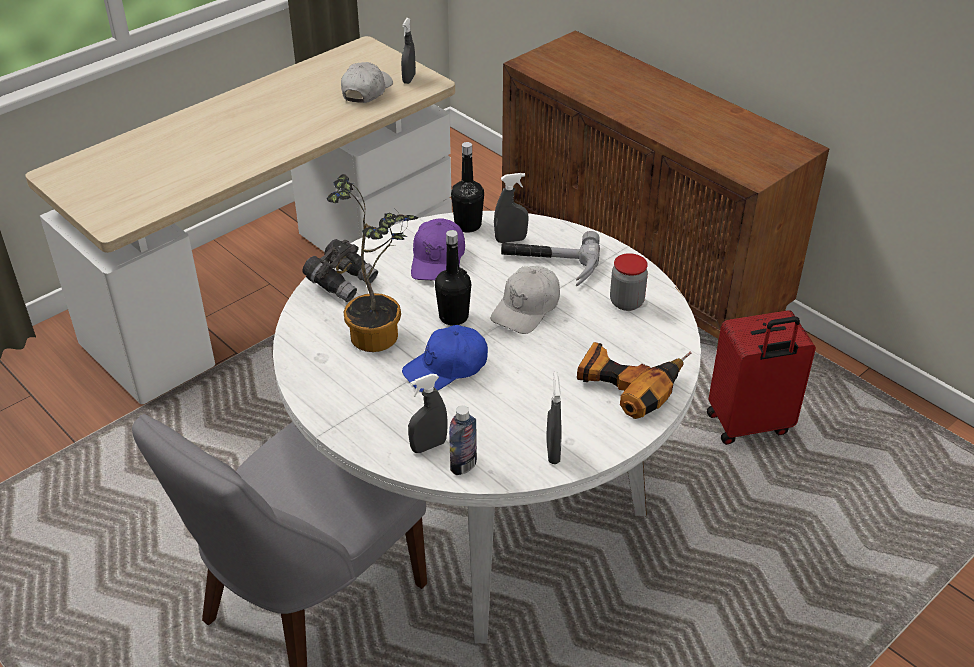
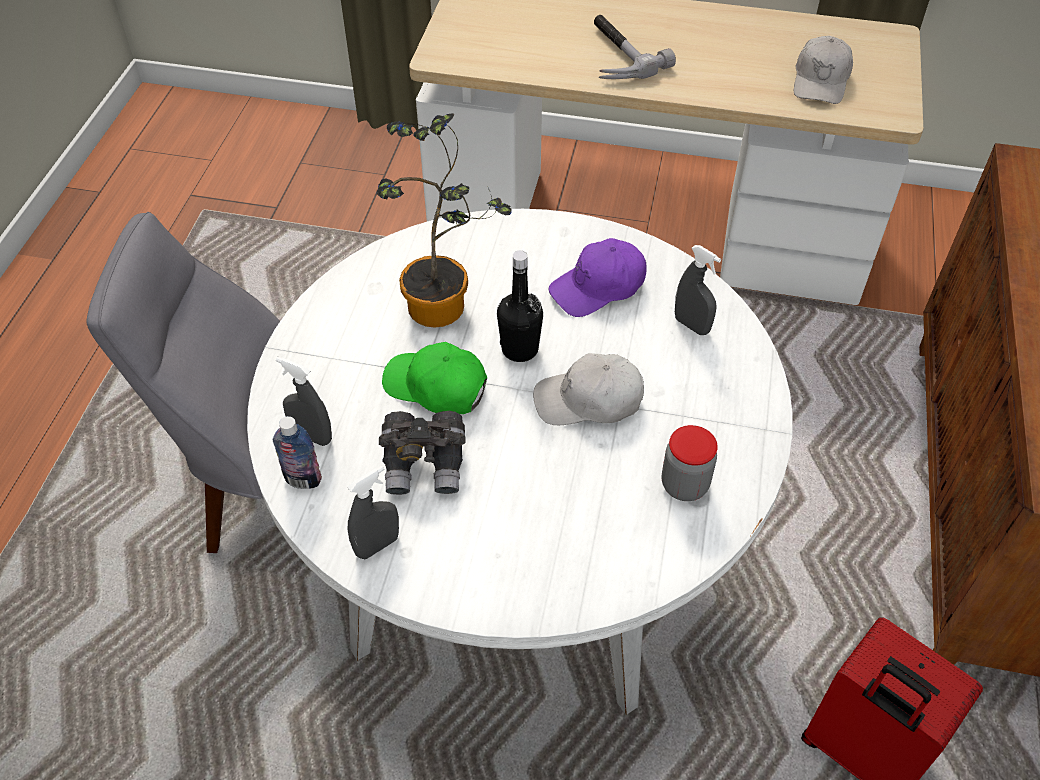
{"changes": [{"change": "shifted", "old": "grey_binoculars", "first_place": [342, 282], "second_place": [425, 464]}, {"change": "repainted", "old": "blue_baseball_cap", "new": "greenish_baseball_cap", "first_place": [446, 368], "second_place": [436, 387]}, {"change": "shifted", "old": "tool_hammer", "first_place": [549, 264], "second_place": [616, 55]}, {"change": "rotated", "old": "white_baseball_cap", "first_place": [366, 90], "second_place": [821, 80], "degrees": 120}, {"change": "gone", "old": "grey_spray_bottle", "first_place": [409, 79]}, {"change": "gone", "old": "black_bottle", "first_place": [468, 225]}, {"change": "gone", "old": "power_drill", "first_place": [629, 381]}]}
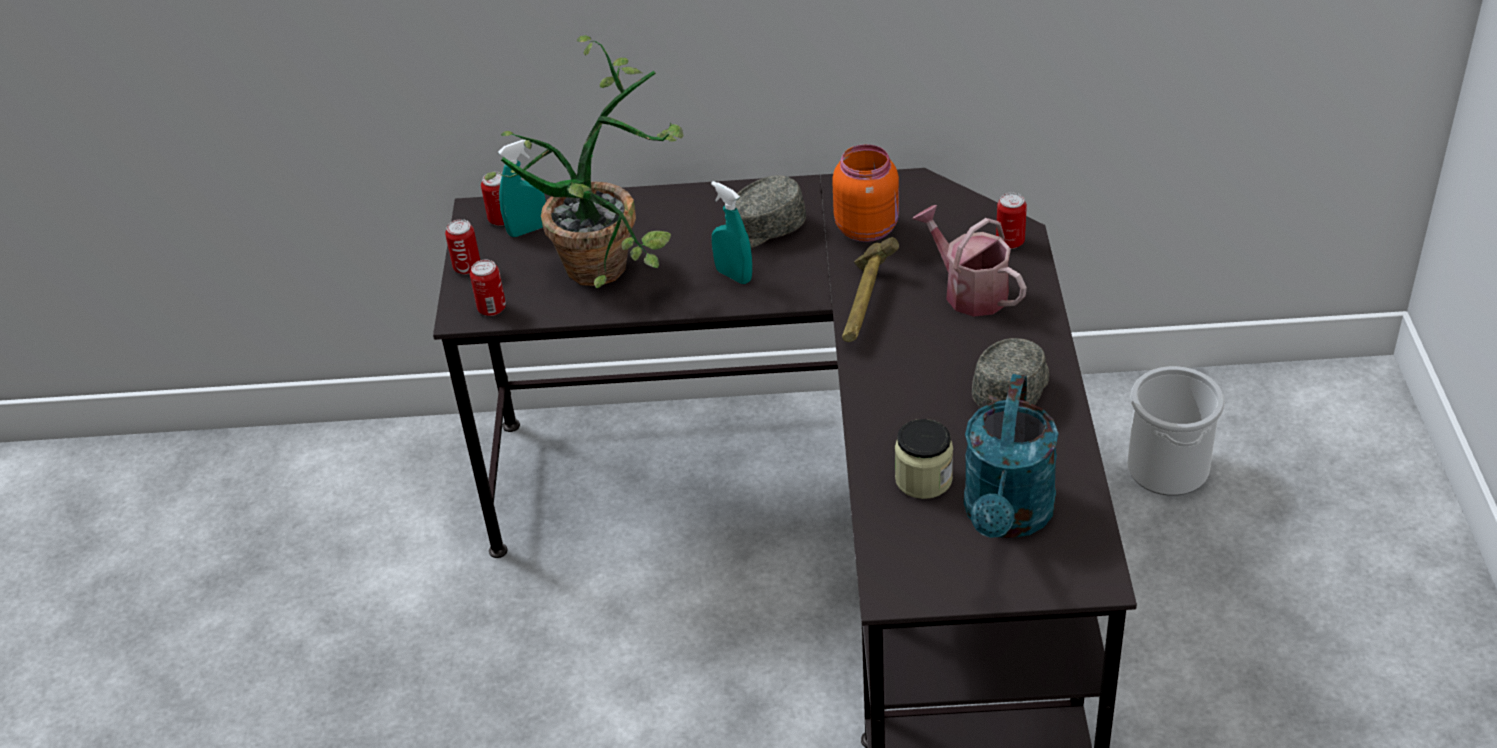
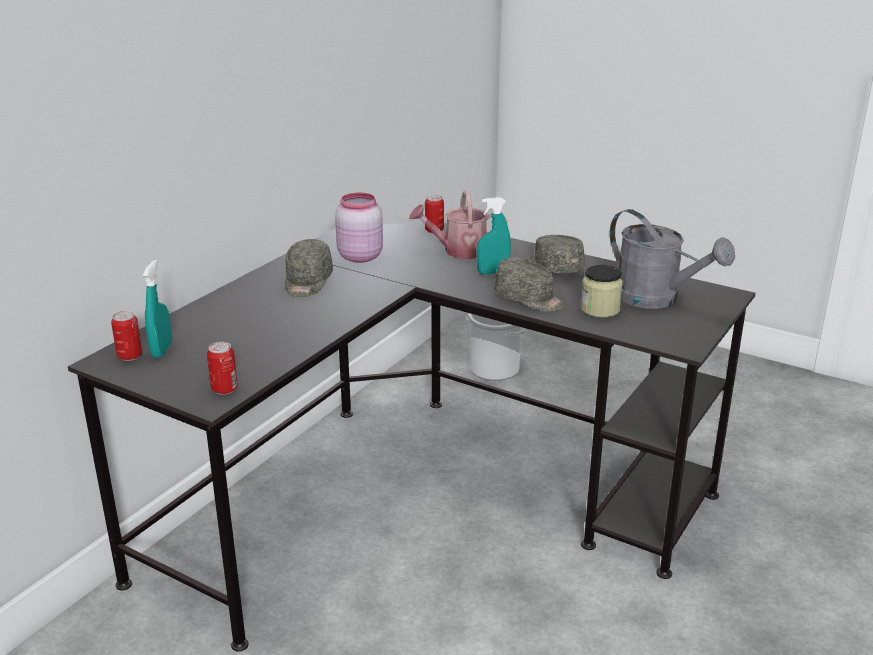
{"changes": [{"change": "repainted", "old": "orange_jar", "new": "pink-coloured_jar", "first_place": [867, 227], "second_place": [359, 256]}, {"change": "shifted", "old": "turquoise-coloured_spray_bottle", "first_place": [733, 275], "second_place": [492, 272]}, {"change": "new", "new": "grey_baseball_cap", "second_place": [529, 299]}, {"change": "repainted", "old": "turquoise-coloured_sprinkling_can", "new": "grey_sprinkling_can", "first_place": [1007, 518], "second_place": [657, 299]}, {"change": "gone", "old": "can", "first_place": [467, 267]}, {"change": "gone", "old": "plant_in_a_pot", "first_place": [614, 266]}, {"change": "gone", "old": "tool_hammer", "first_place": [864, 307]}]}
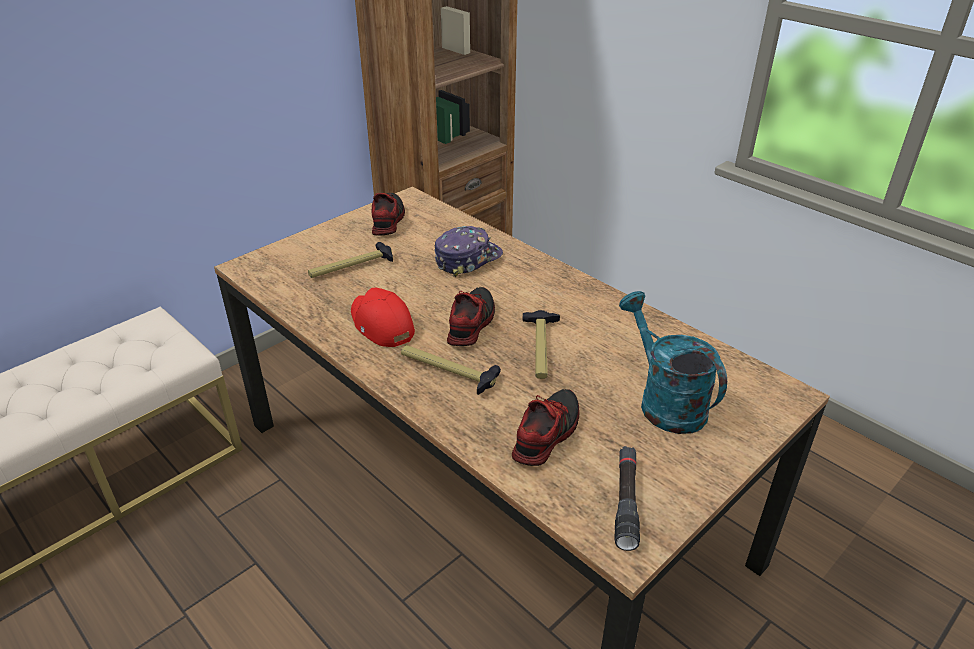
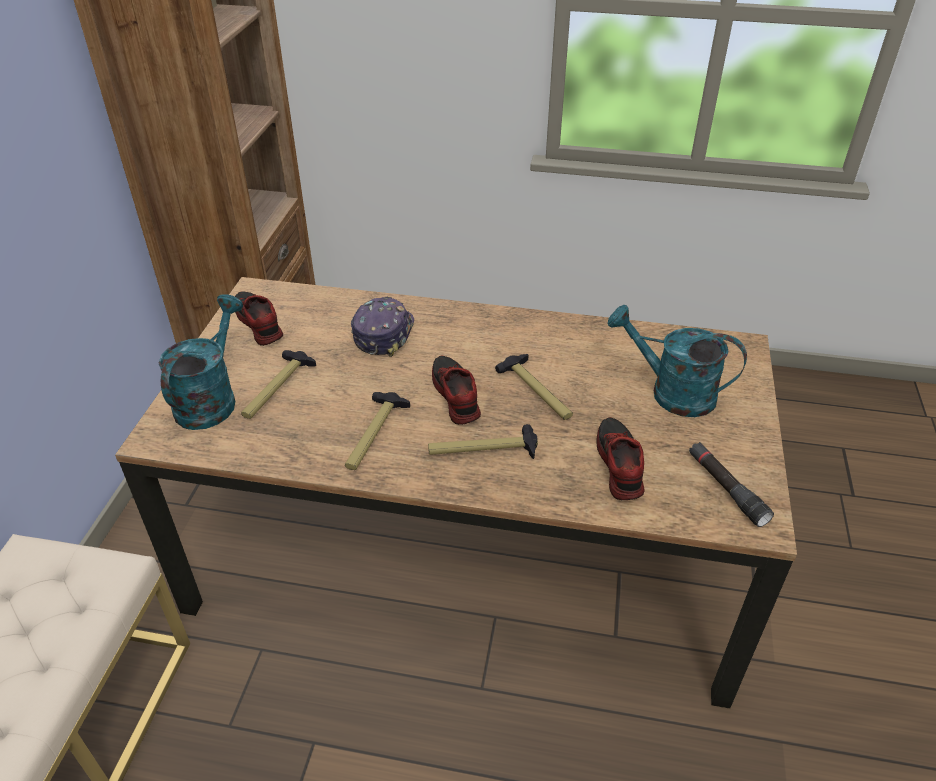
{"changes": [{"change": "new", "new": "turquoise-coloured_sprinkling_can", "second_place": [210, 398]}, {"change": "swapped", "old": "red-coloured_baseball_cap", "new": "tool_hammer", "first_place": [381, 325], "second_place": [374, 435]}]}
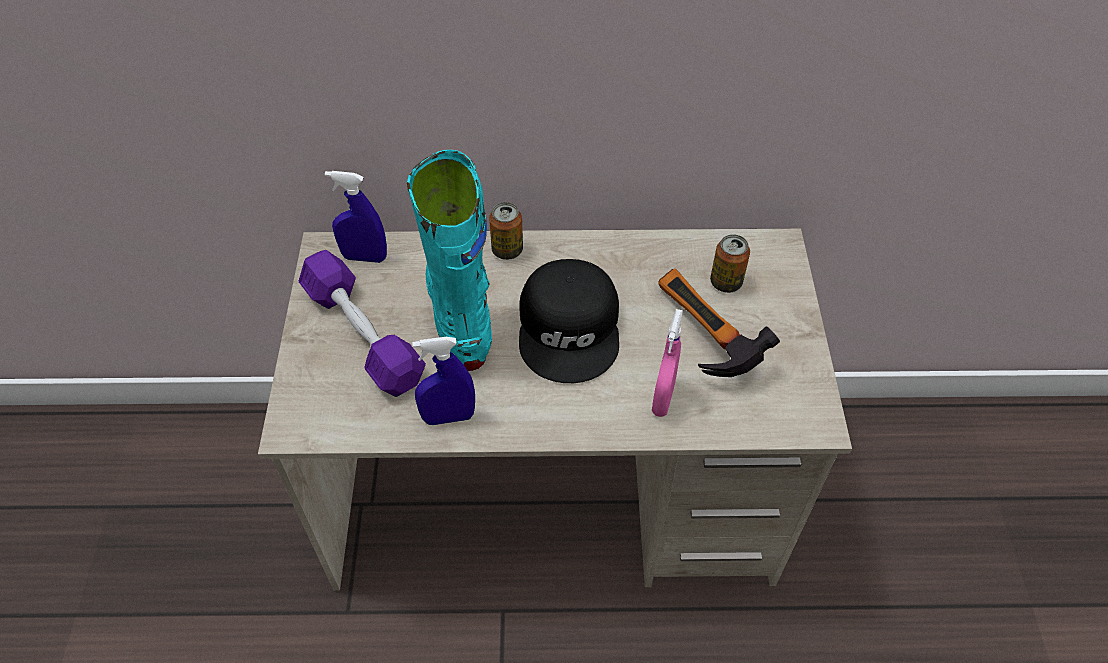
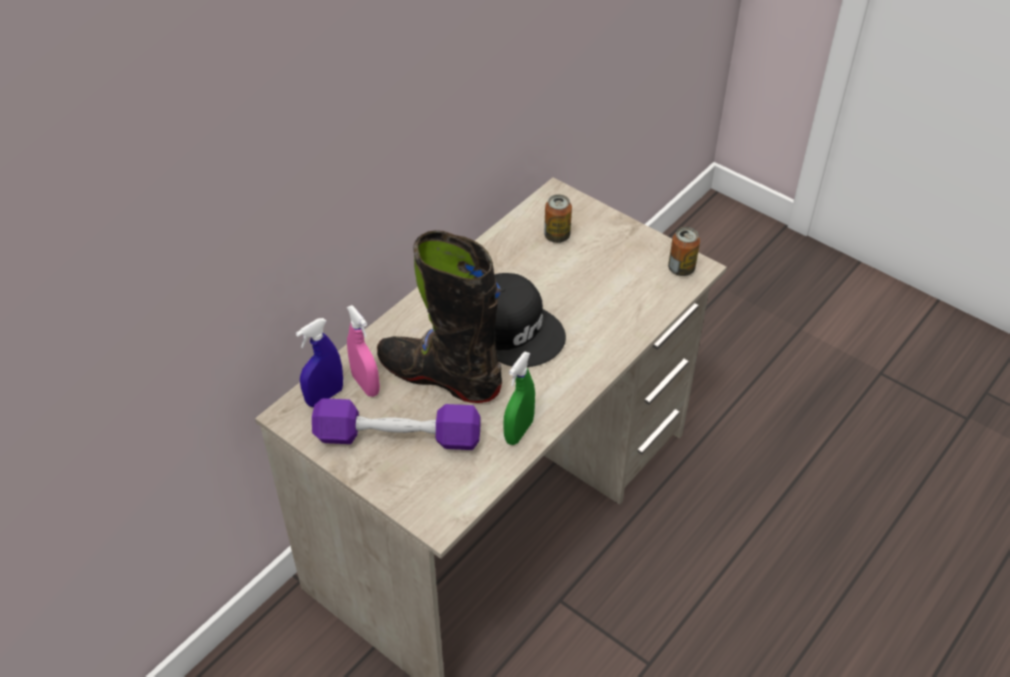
{"changes": [{"change": "shifted", "old": "pink-coloured_spray_bottle", "first_place": [663, 398], "second_place": [366, 384]}, {"change": "repainted", "old": "turquoise-coloured_high-top_boot", "new": "black_high-top_boot", "first_place": [460, 316], "second_place": [440, 376]}, {"change": "repainted", "old": "blue_spray_bottle", "new": "greenish_spray_bottle", "first_place": [448, 417], "second_place": [519, 431]}, {"change": "shifted", "old": "can", "first_place": [507, 250], "second_place": [681, 269]}, {"change": "gone", "old": "tool_hammer", "first_place": [698, 338]}]}
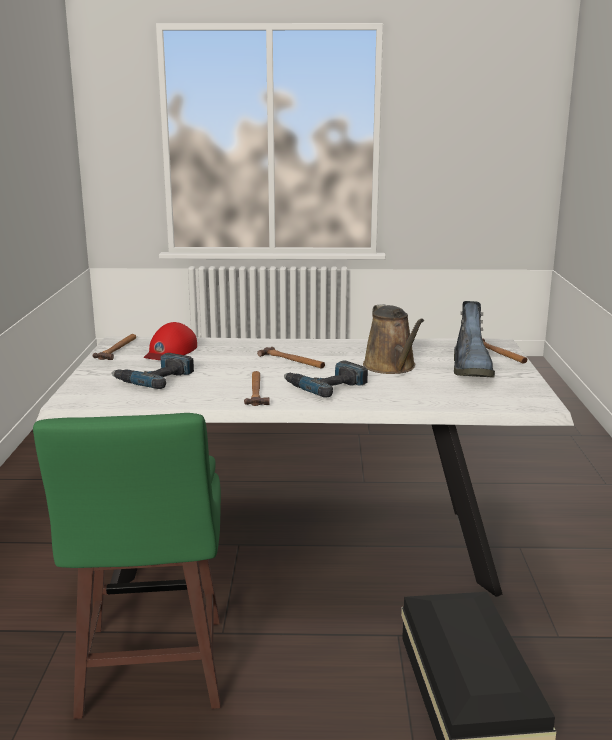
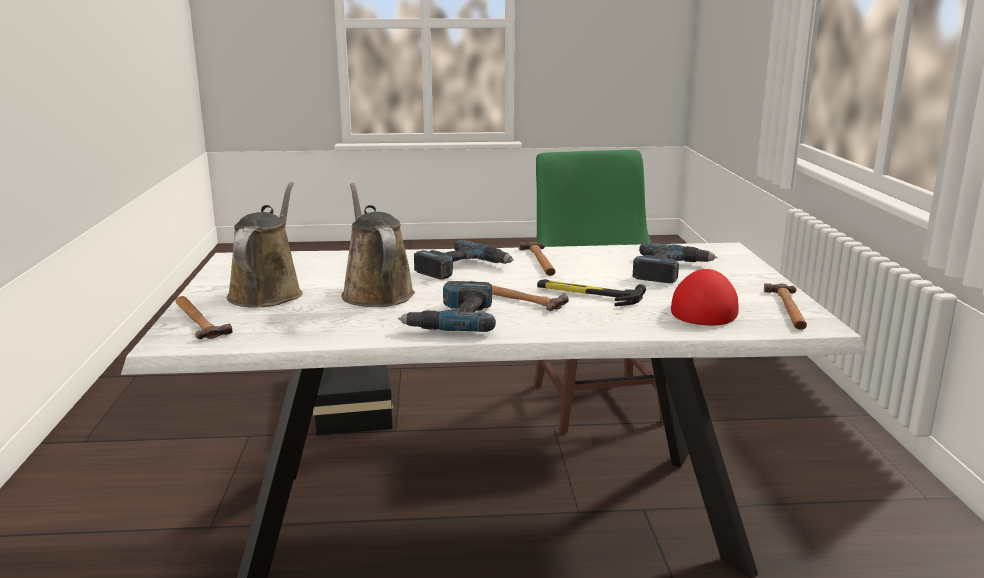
{"changes": [{"change": "swapped", "old": "high-top_boot", "new": "brown-coloured_sprinkling_can", "first_place": [472, 369], "second_place": [268, 292]}, {"change": "new", "new": "power_drill", "second_place": [453, 318]}, {"change": "new", "new": "tool_hammer", "second_place": [588, 294]}]}
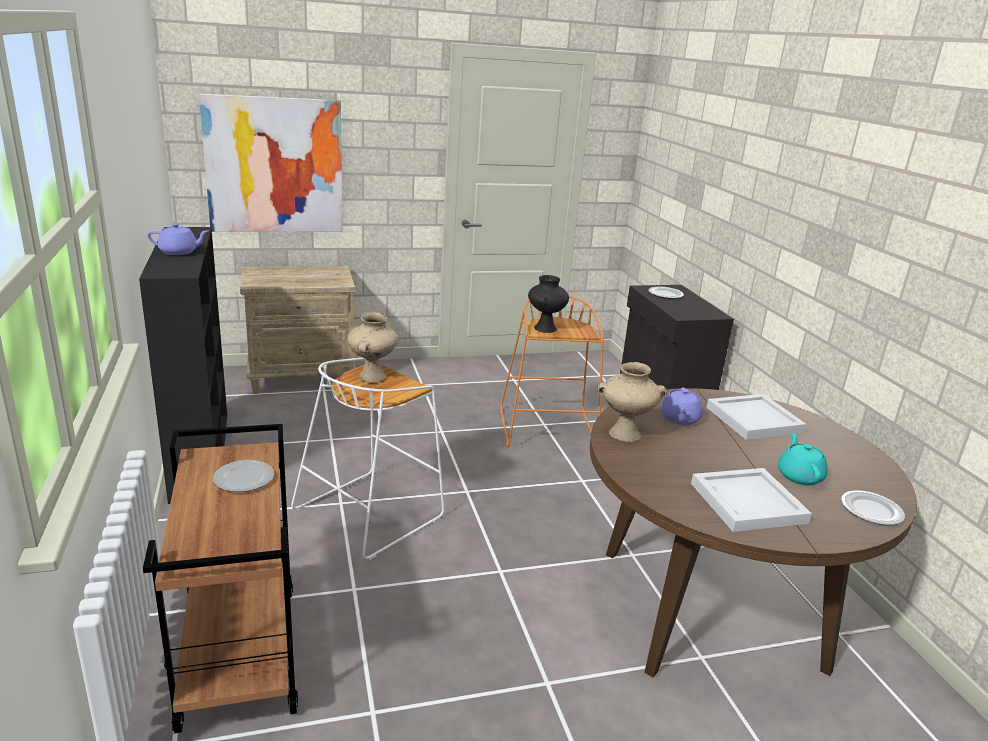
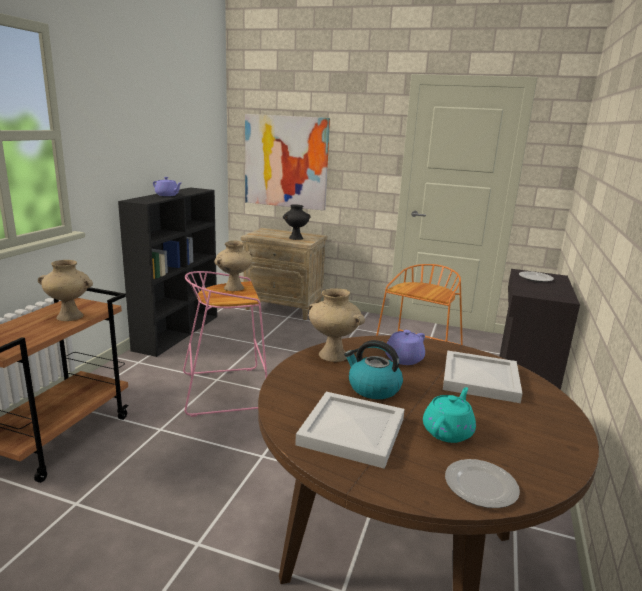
{"changes": [{"change": "swapped", "old": "dinner_plate", "new": "sand-coloured_vase", "first_place": [244, 478], "second_place": [70, 316]}, {"change": "repainted", "old": "white_sitting_stool", "new": "pink-coloured_sitting_stool", "first_place": [369, 512], "second_place": [226, 390]}, {"change": "shifted", "old": "black_vase", "first_place": [545, 328], "second_place": [296, 238]}, {"change": "new", "new": "kettle", "second_place": [373, 388]}]}
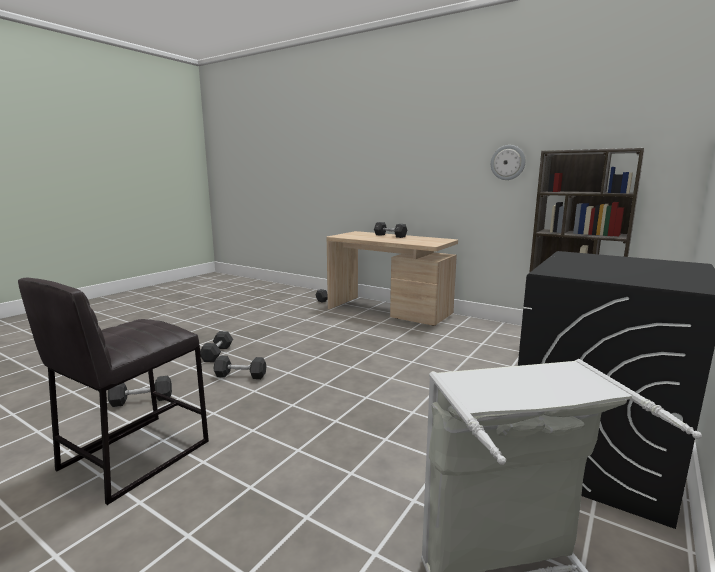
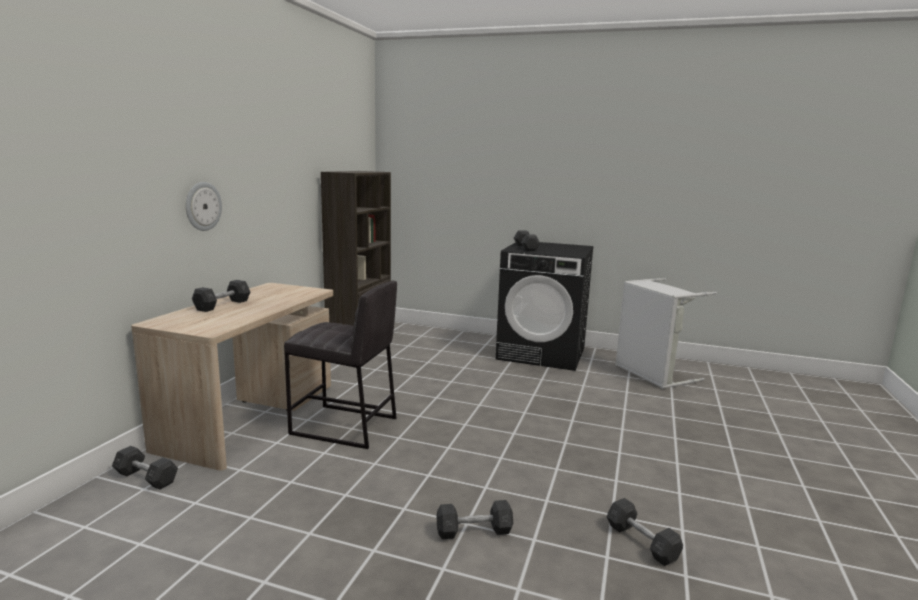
{"changes": [{"change": "shifted", "old": "clock_on_the_wall", "first_place": [508, 162], "second_place": [202, 206]}, {"change": "shifted", "old": "grey_sitting_stool", "first_place": [134, 455], "second_place": [344, 426]}, {"change": "shifted", "old": "grey_free_weight", "first_place": [240, 375], "second_place": [525, 248]}]}
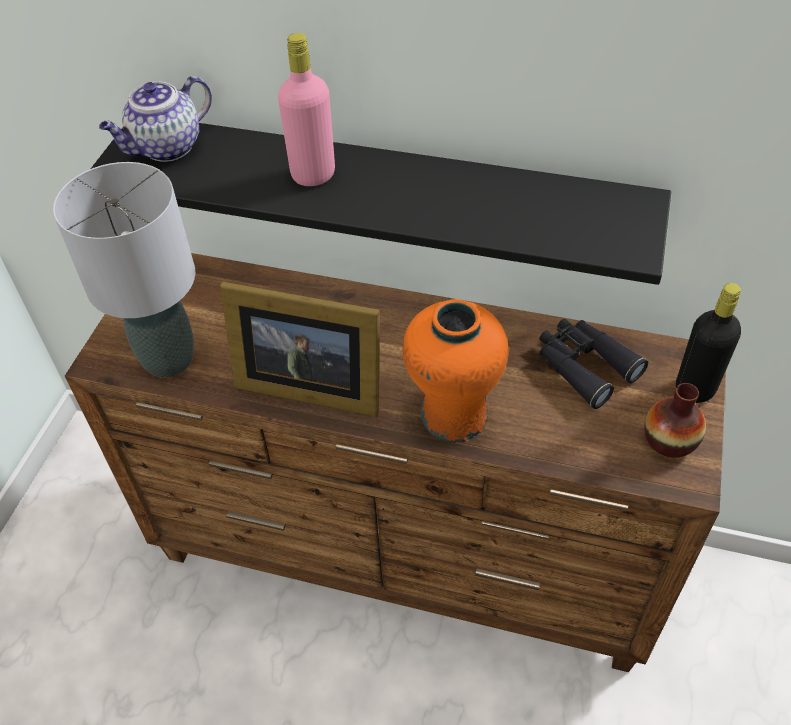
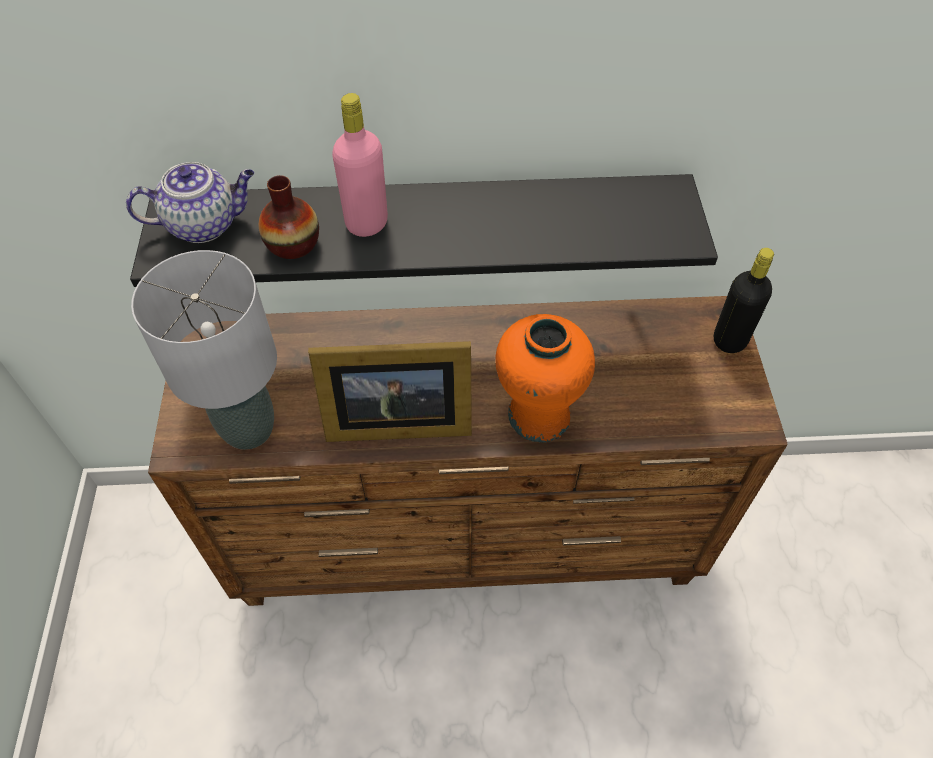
{"changes": [{"change": "rotated", "old": "pot_for_tea", "first_place": [166, 148], "second_place": [205, 224], "degrees": -135}, {"change": "shifted", "old": "vase", "first_place": [669, 440], "second_place": [293, 244]}, {"change": "gone", "old": "black_binoculars", "first_place": [584, 366]}]}
